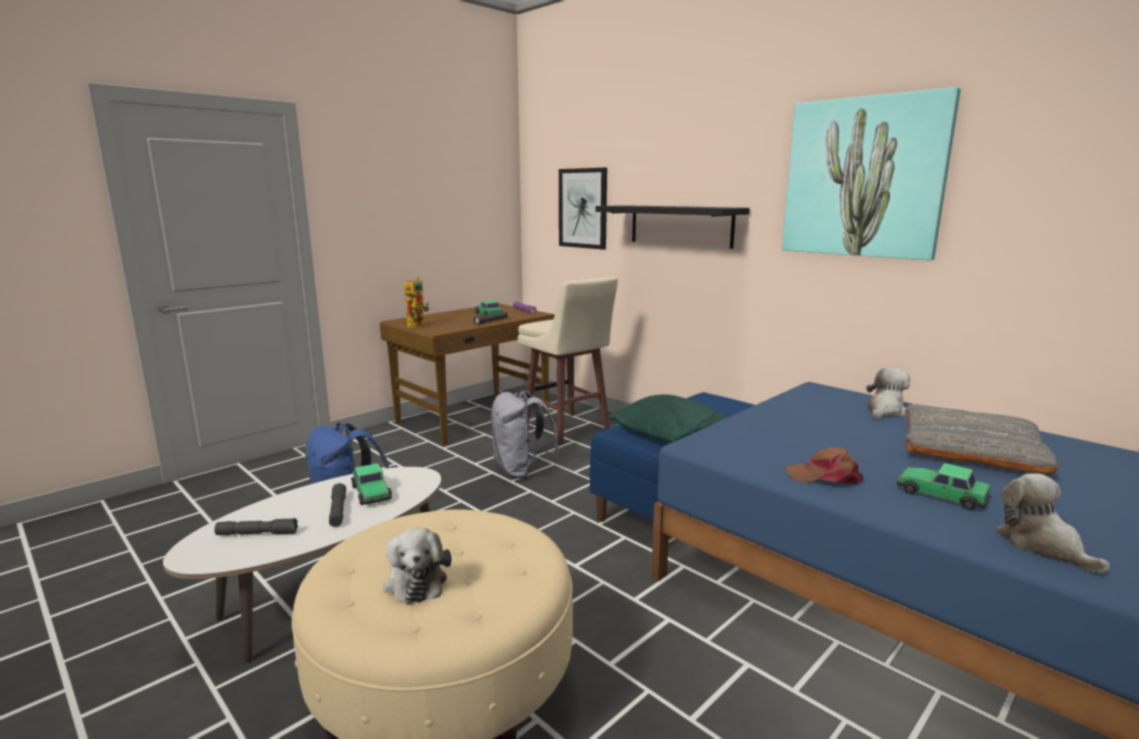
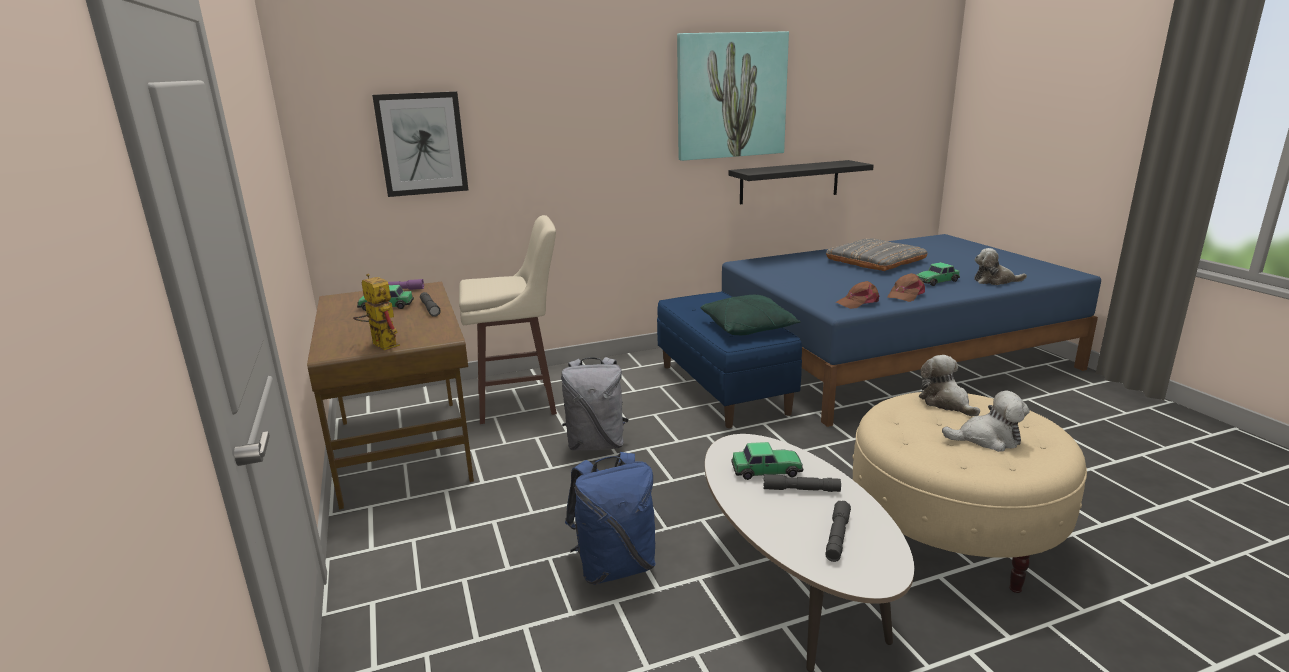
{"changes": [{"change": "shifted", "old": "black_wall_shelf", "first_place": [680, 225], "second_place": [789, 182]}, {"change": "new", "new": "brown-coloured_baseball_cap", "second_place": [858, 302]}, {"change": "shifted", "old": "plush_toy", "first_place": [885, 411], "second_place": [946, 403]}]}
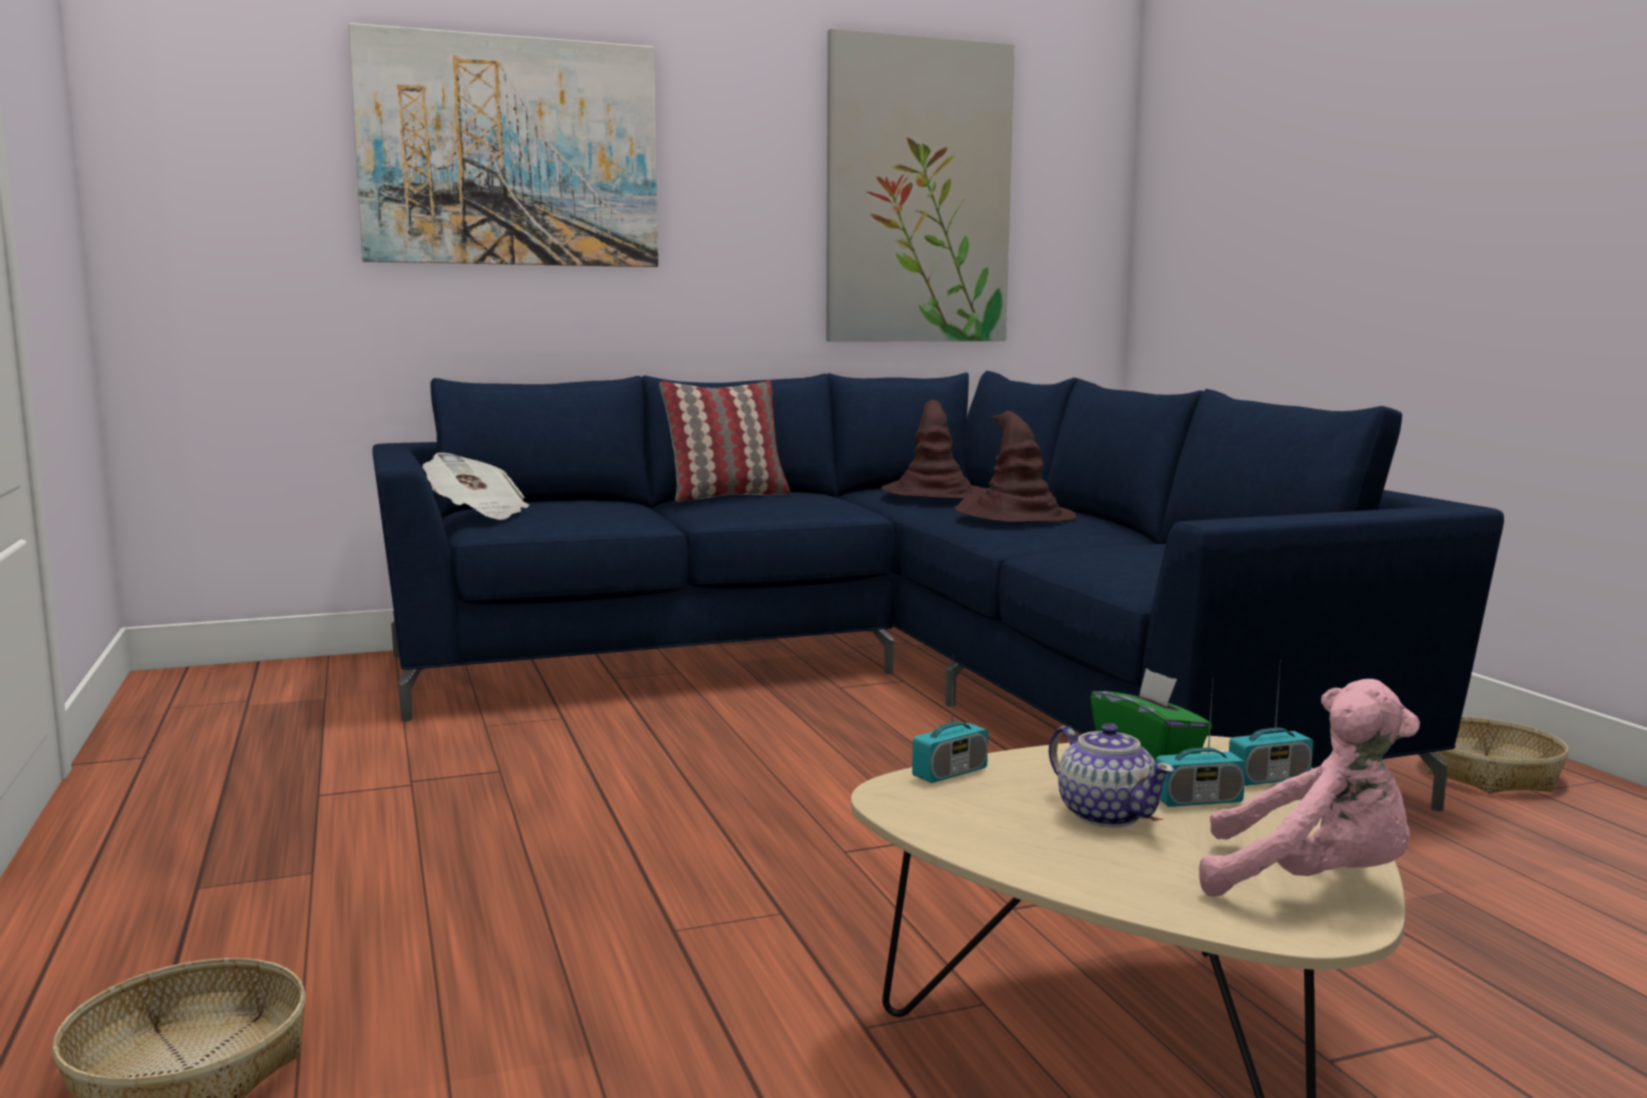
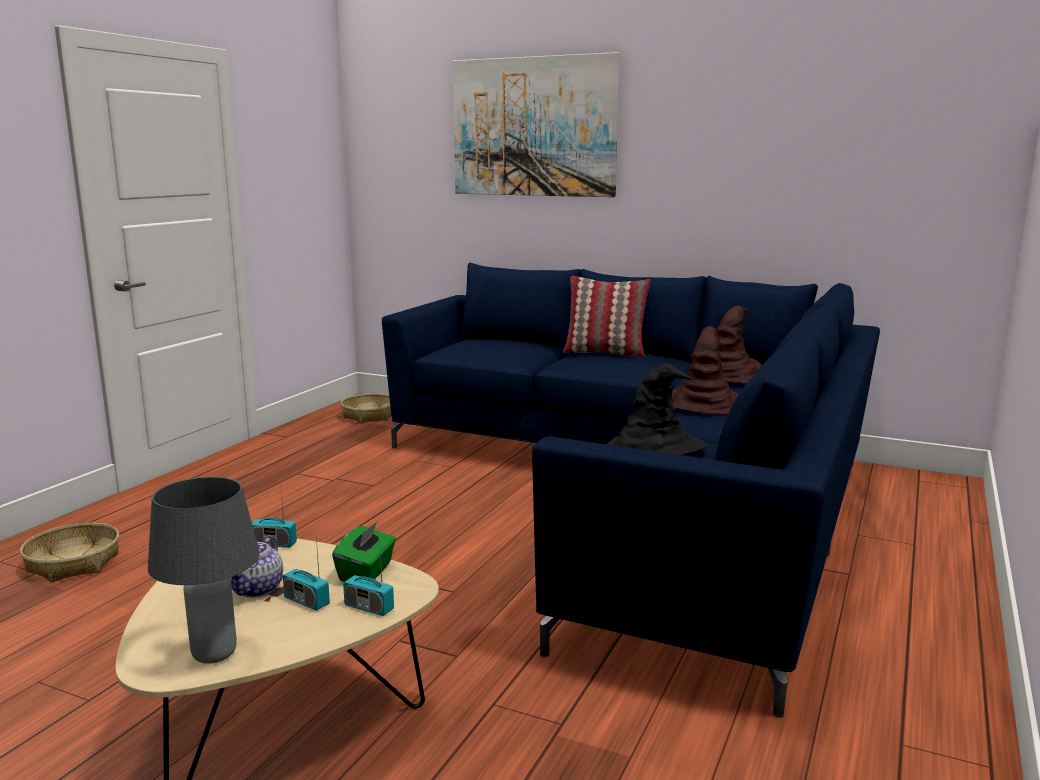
{"changes": [{"change": "swapped", "old": "pink-coloured_plush_toy", "new": "grey_table_lamp", "first_place": [1312, 883], "second_place": [213, 655]}, {"change": "shifted", "old": "storage_basket", "first_place": [1487, 773], "second_place": [370, 415]}, {"change": "new", "new": "black_clothing_hat", "second_place": [654, 450]}, {"change": "gone", "old": "printed_paper", "first_place": [477, 513]}, {"change": "gone", "old": "picture", "first_place": [918, 192]}]}
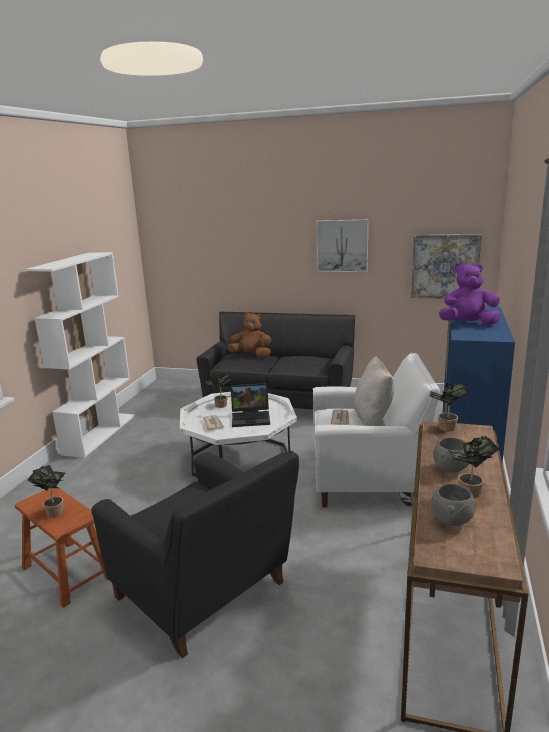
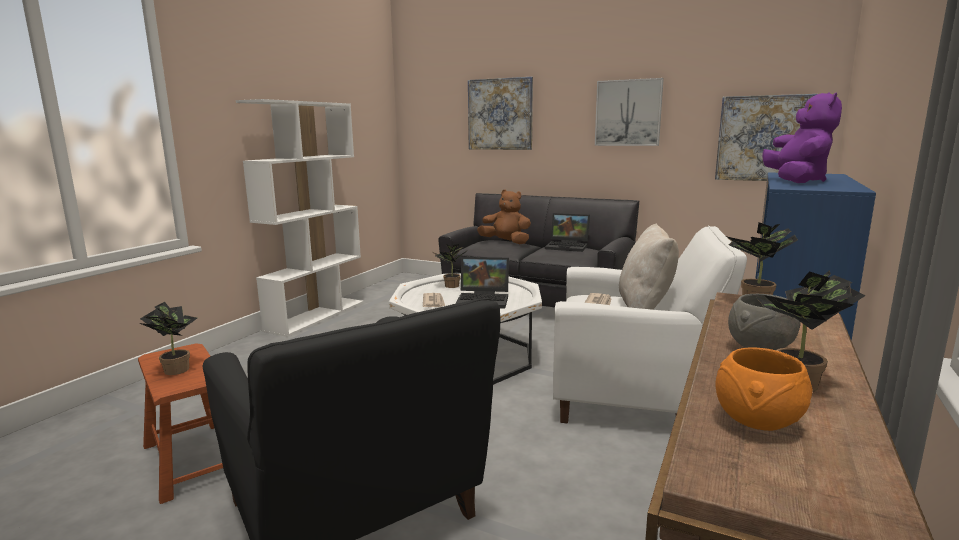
{"changes": [{"change": "new", "new": "picture", "second_place": [500, 114]}, {"change": "new", "new": "portable_computer", "second_place": [568, 246]}, {"change": "repainted", "old": "grey_deep_dish", "new": "orange_deep_dish", "first_place": [452, 521], "second_place": [759, 423]}, {"change": "rotated", "old": "purplish_plush_toy", "first_place": [468, 324], "second_place": [796, 181], "degrees": 90}]}
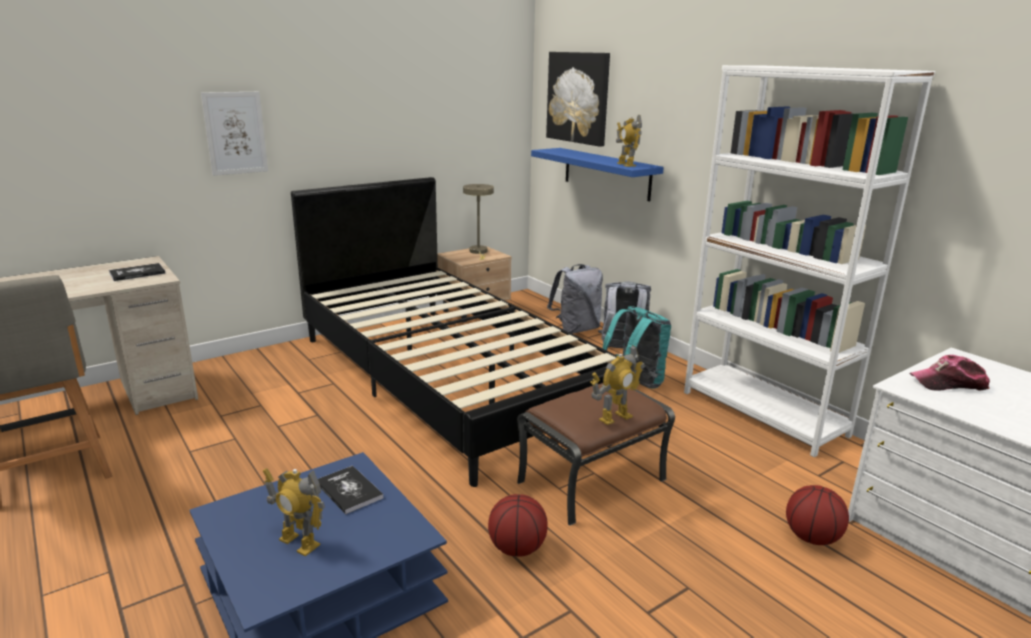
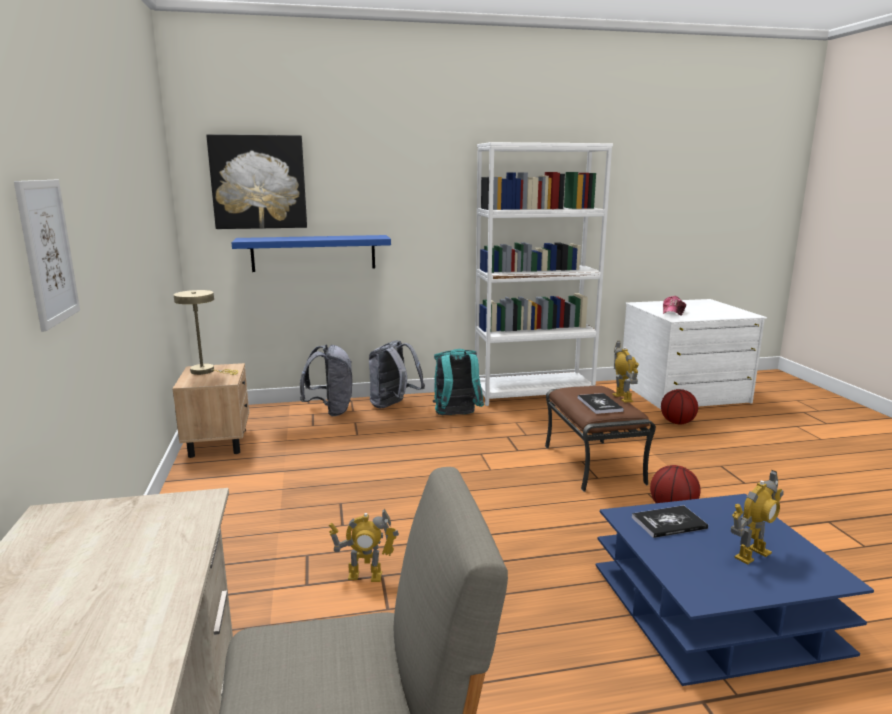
{"changes": [{"change": "shifted", "old": "toy_robot", "first_place": [626, 164], "second_place": [365, 576]}, {"change": "shifted", "old": "book", "first_place": [137, 273], "second_place": [599, 404]}, {"change": "gone", "old": "black_sleeping_bed", "first_place": [447, 377]}]}
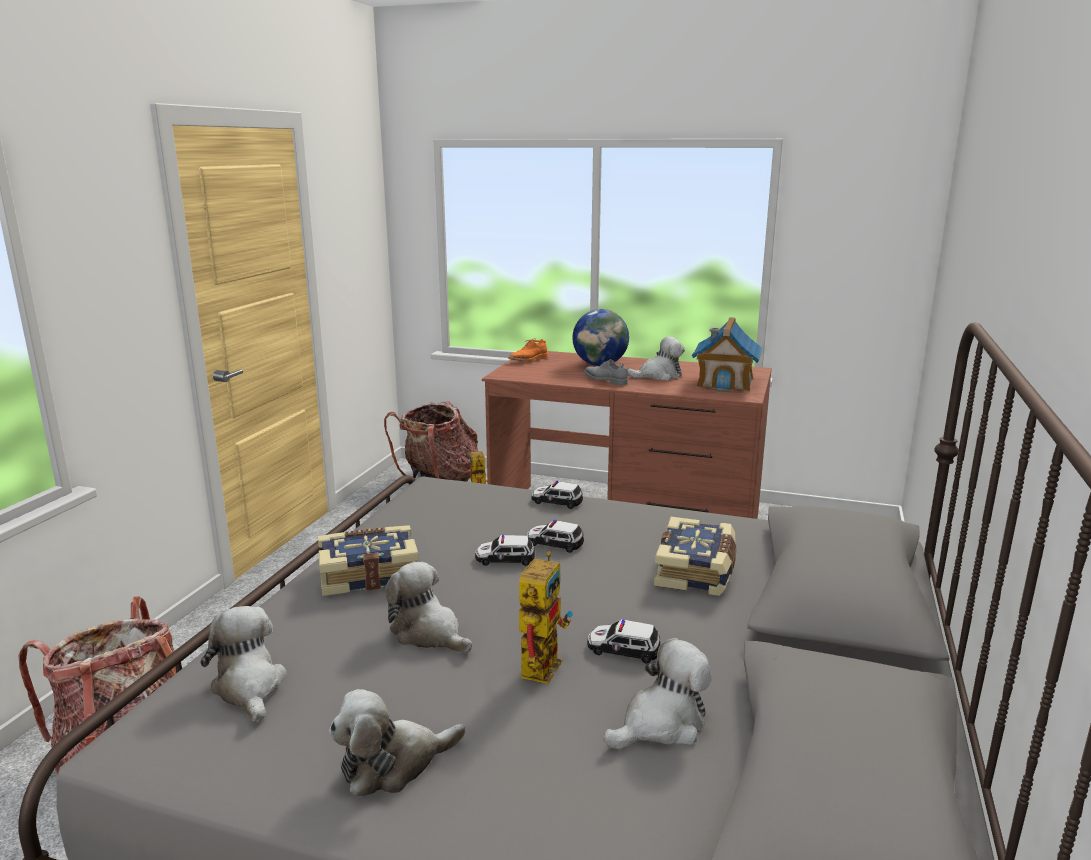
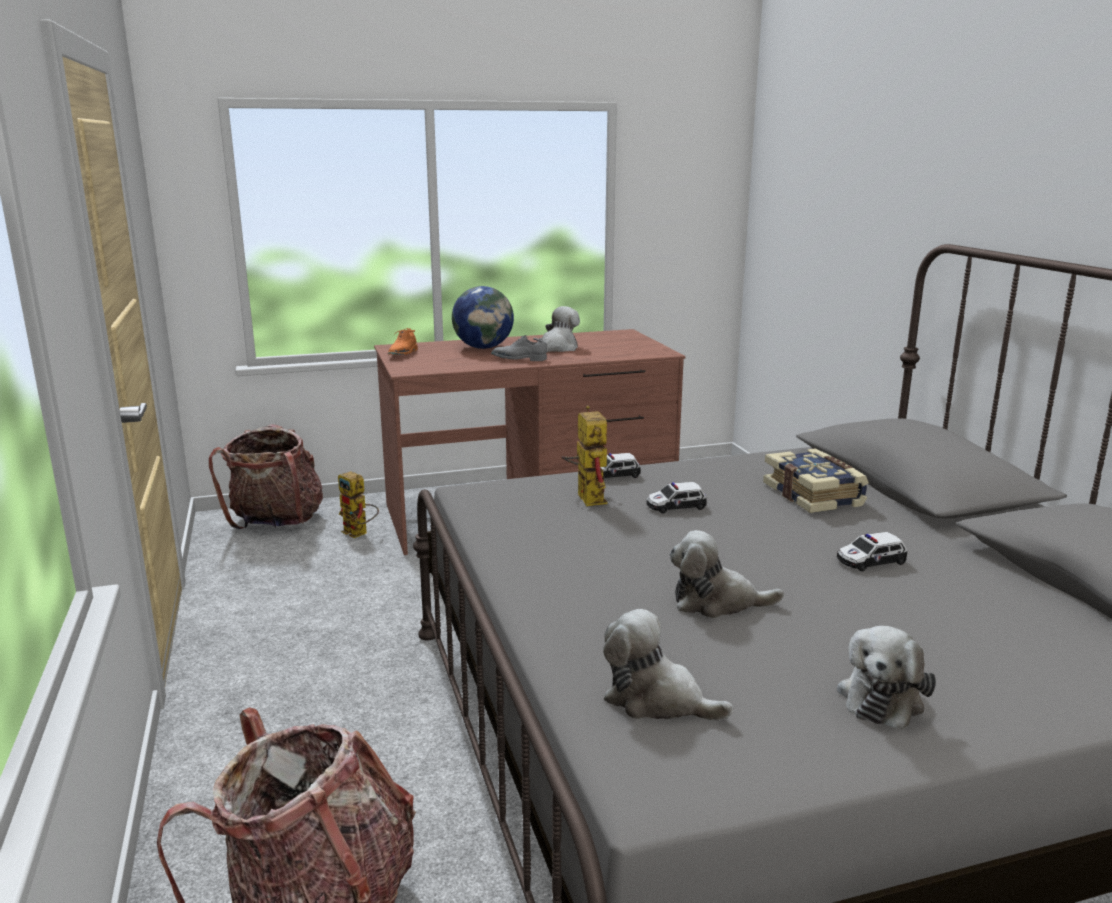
{"changes": [{"change": "shifted", "old": "toy_robot", "first_place": [540, 662], "second_place": [586, 496]}, {"change": "gone", "old": "book", "first_place": [369, 574]}, {"change": "gone", "old": "model_car", "first_place": [505, 558]}, {"change": "gone", "old": "plush_toy", "first_place": [661, 724]}, {"change": "gone", "old": "toy_house", "first_place": [725, 382]}]}
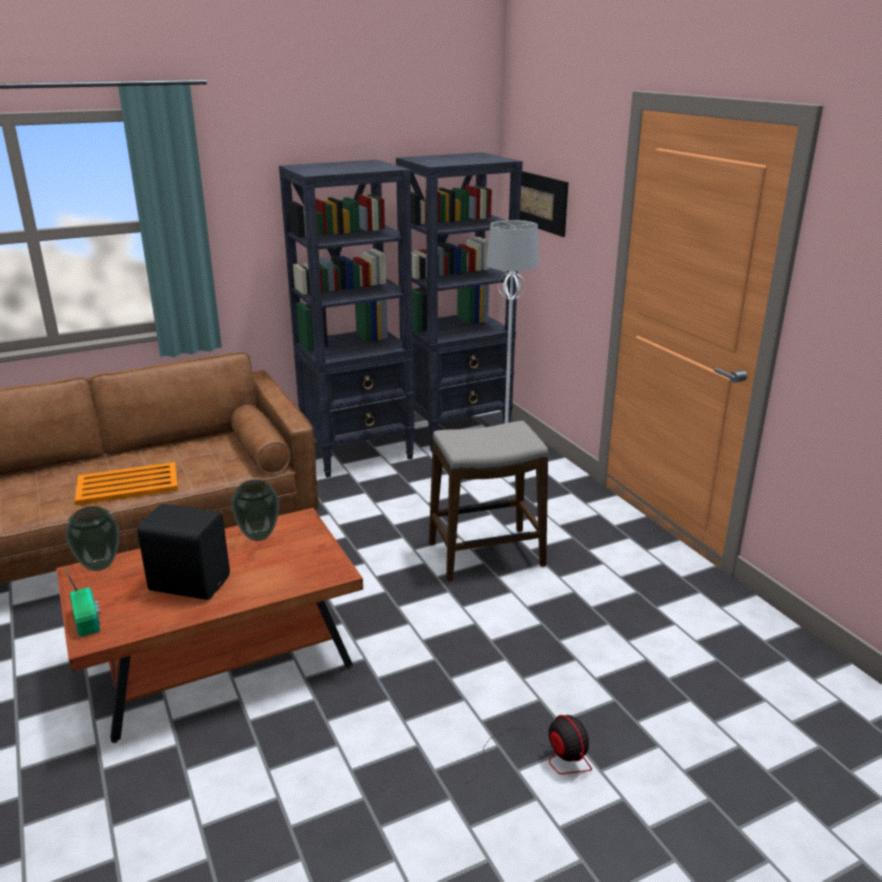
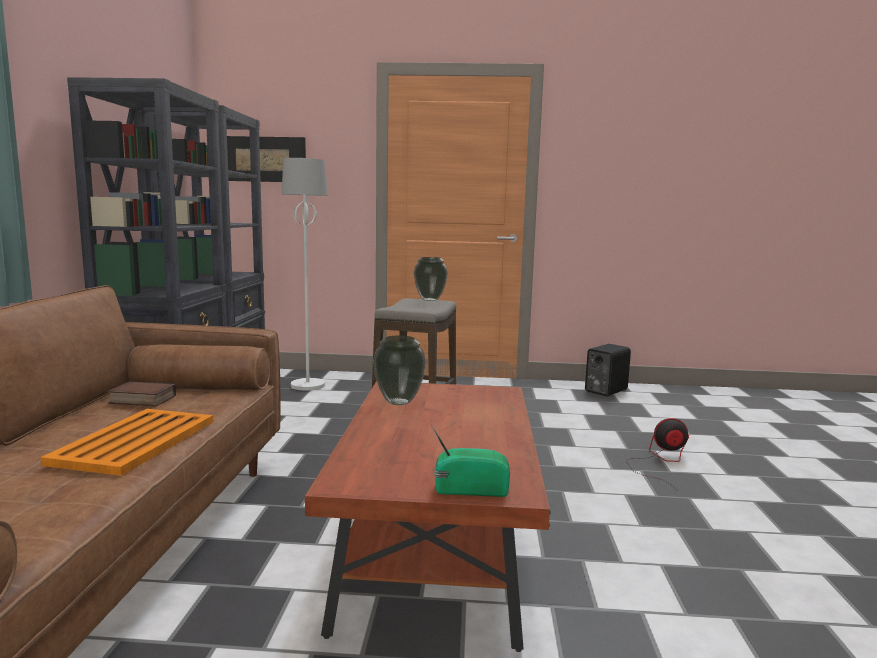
{"changes": [{"change": "new", "new": "book", "second_place": [141, 400]}, {"change": "shifted", "old": "vase", "first_place": [99, 566], "second_place": [430, 300]}, {"change": "shifted", "old": "black_loudspeaker", "first_place": [190, 582], "second_place": [604, 390]}]}
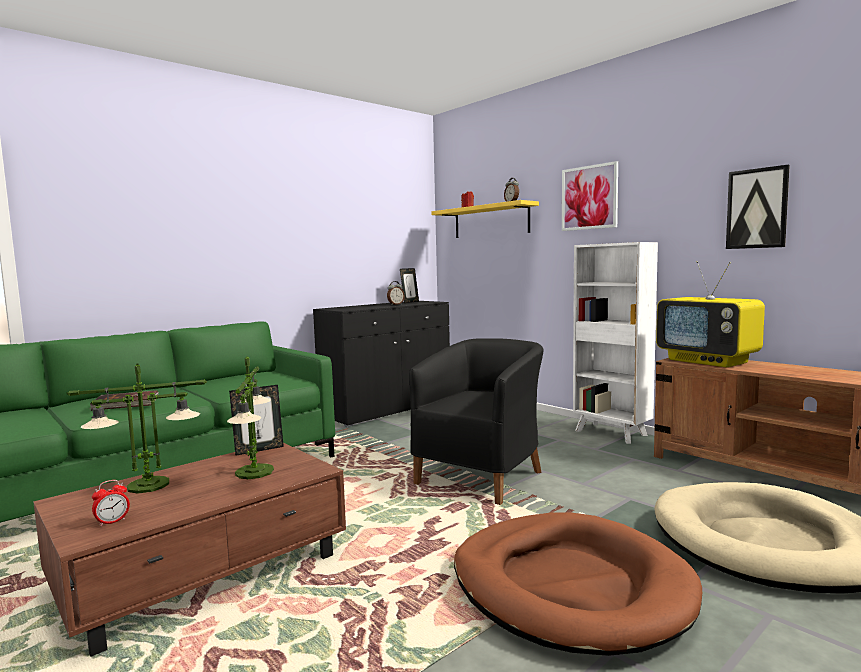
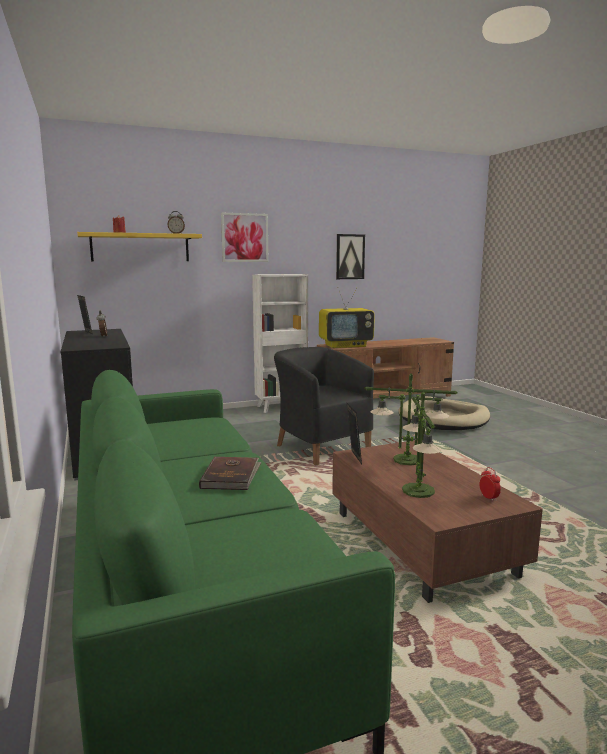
{"changes": [{"change": "gone", "old": "brown-coloured_dog_cushion", "first_place": [569, 586]}]}
